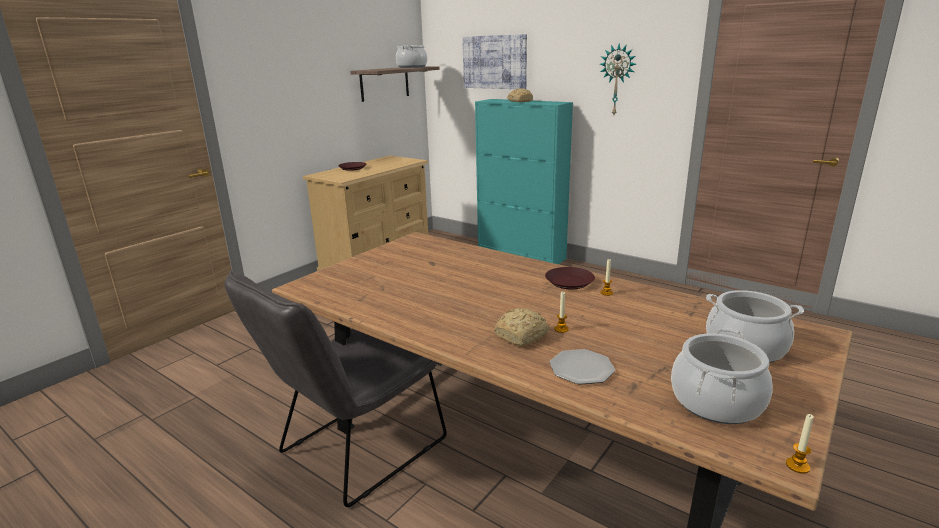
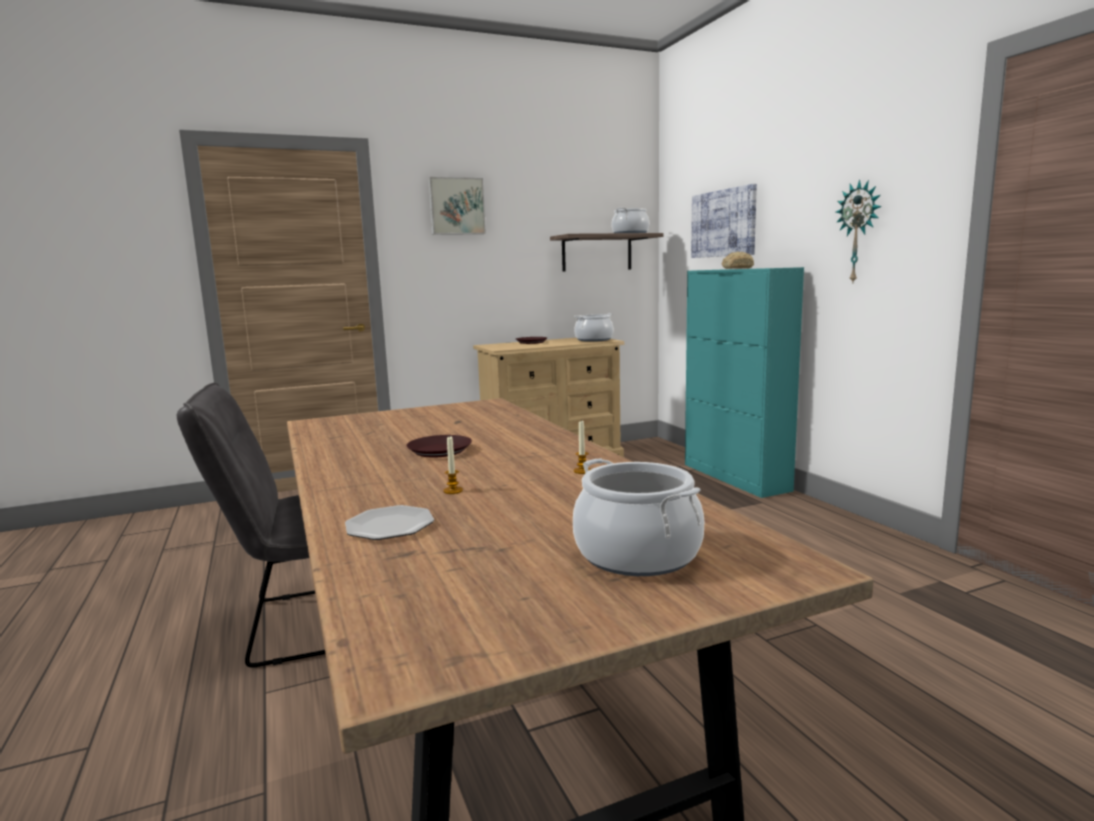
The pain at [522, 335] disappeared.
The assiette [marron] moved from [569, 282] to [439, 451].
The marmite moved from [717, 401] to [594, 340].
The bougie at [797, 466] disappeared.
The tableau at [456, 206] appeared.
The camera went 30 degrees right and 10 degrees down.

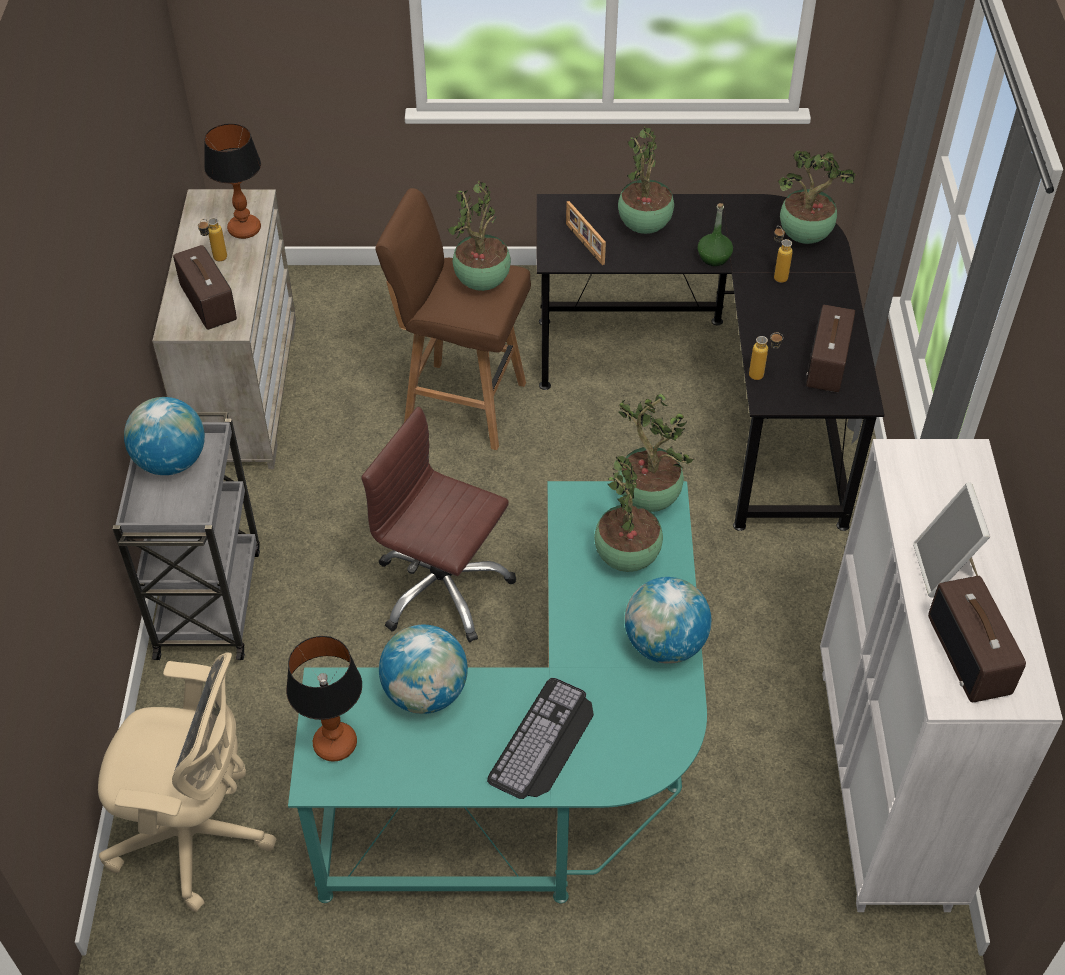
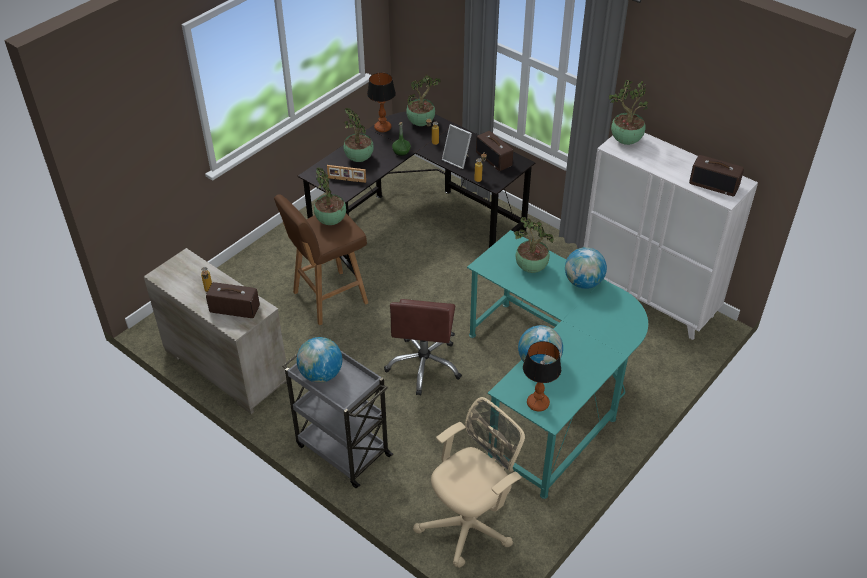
The lampe de table moved from [244, 229] to [382, 128].
The chaise de bureau [marron] at [442, 589] turned 60 degrees counterclockwise.
The clavier at [545, 742] disappeared.
The plante en pot moved from [646, 499] to [625, 141].
The cadre photo moved from [945, 570] to [457, 160].
The camera went 50 degrees left and 5 degrees down.

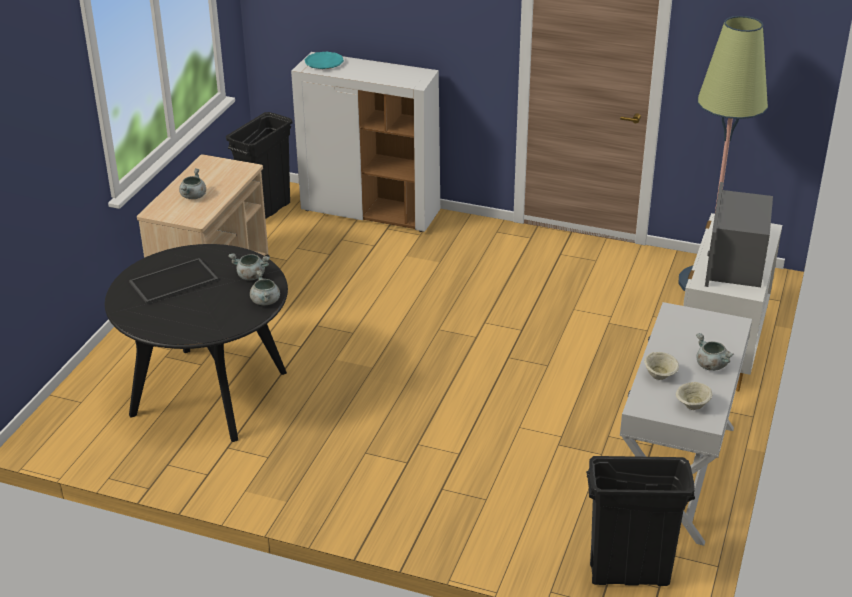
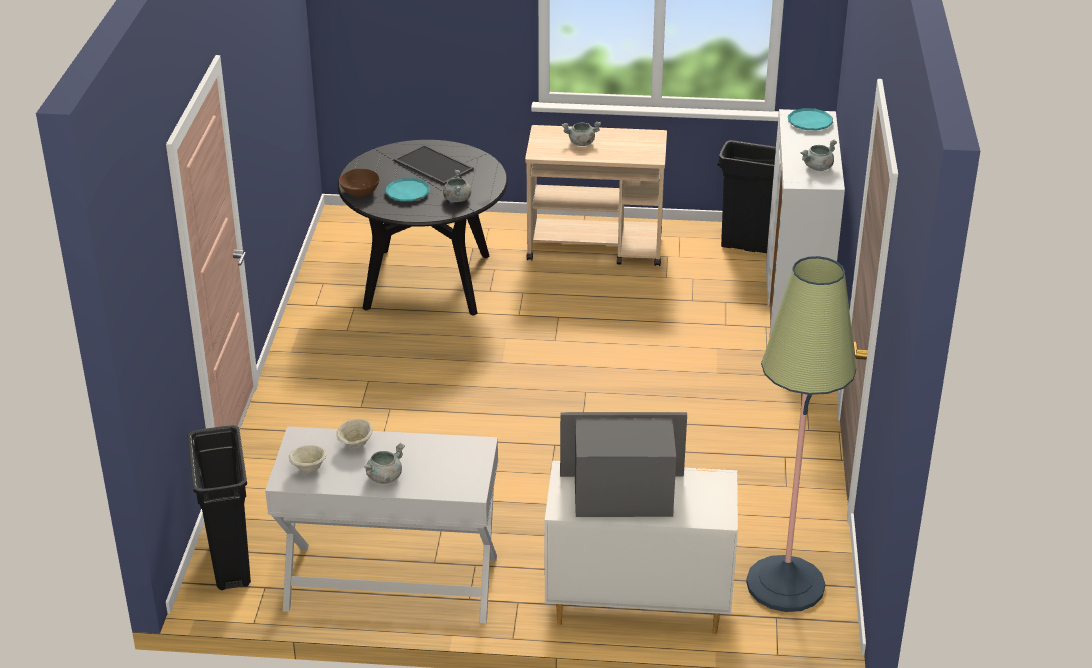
The marmite [gris] moved from [266, 301] to [817, 167].
The bol [marron] at [360, 192] appeared.
The assiette [turquoise] at [407, 193] appeared.
The camera went 75 degrees right and 0 degrees up.

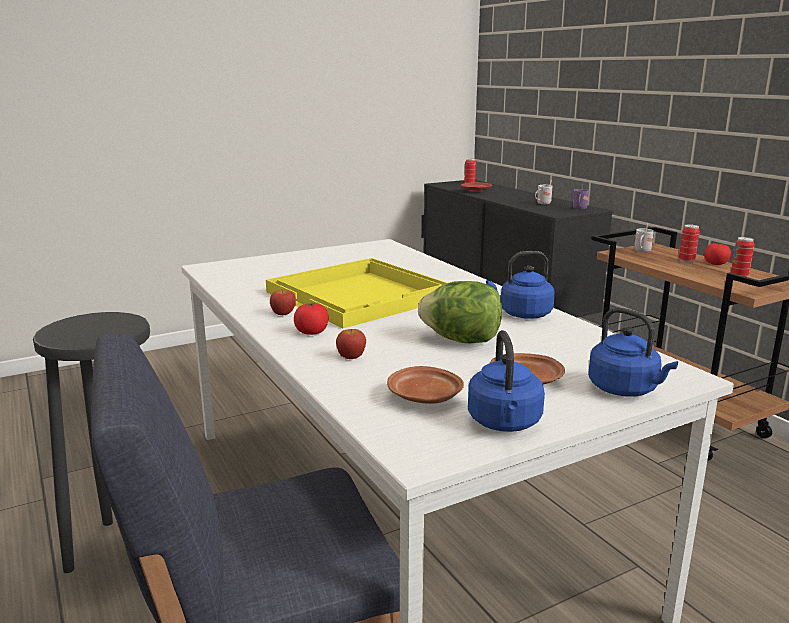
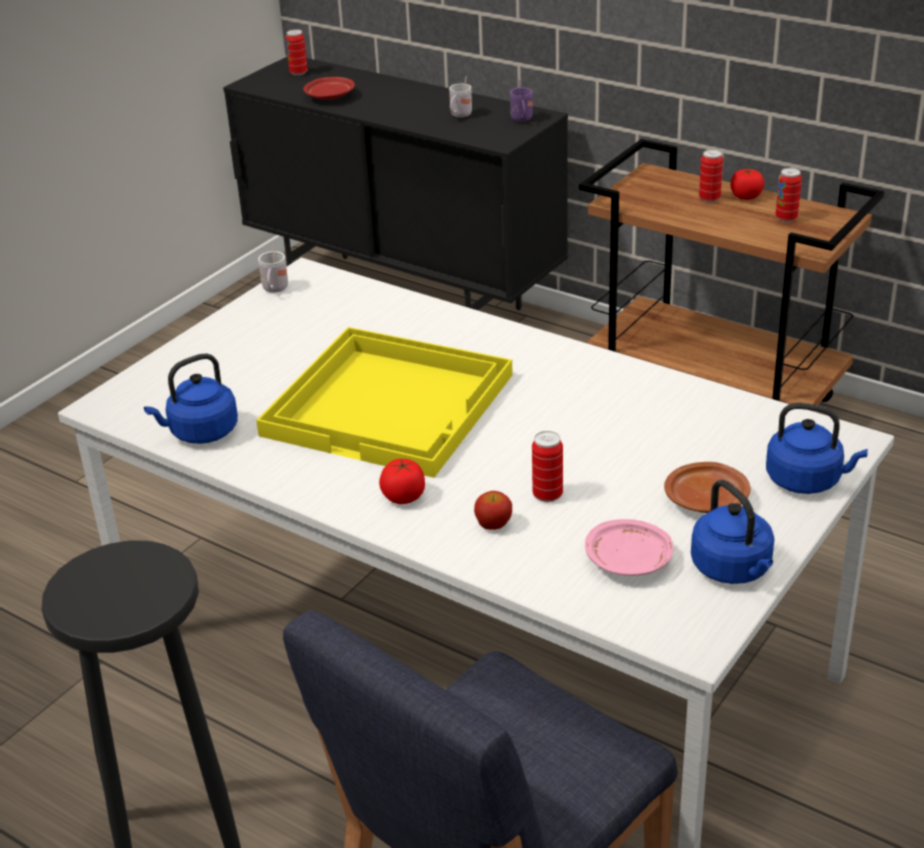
The pomme at [283, 313] disappeared.
The assiette [marron] at [425, 397] became the assiette [rose] at [629, 561].
The laitue at [461, 340] disappeared.
The bouilloire [bleu] moved from [522, 314] to [200, 433].
The mug [blanc] moved from [641, 251] to [274, 290].
The boîte métallique at [547, 495] appeared.
The camera went 25 degrees left and 15 degrees up.

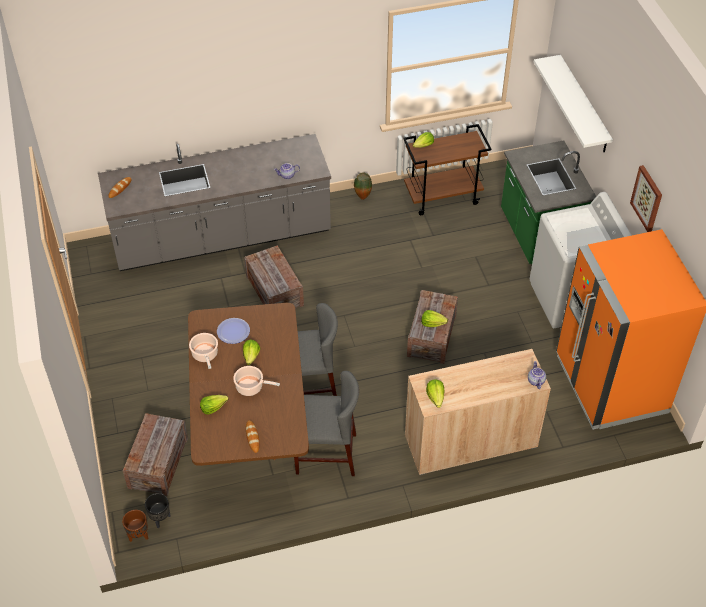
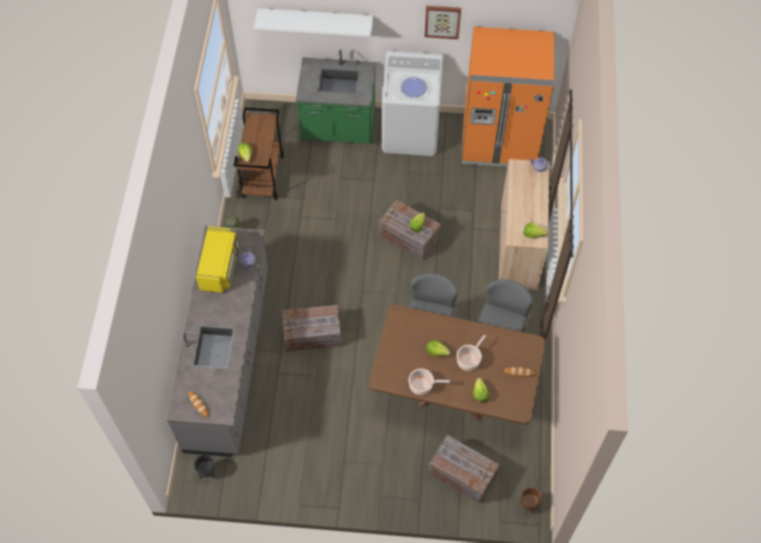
The cache-pot [noir] moved from [160, 519] to [207, 473].
The assiette moved from [233, 331] to [413, 88].
The micro-ondes [jaune] at [220, 267] appeared.
The camera went 70 degrees left and 10 degrees up.

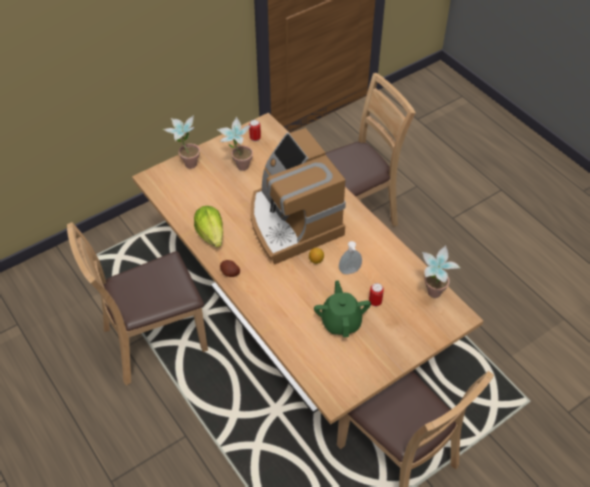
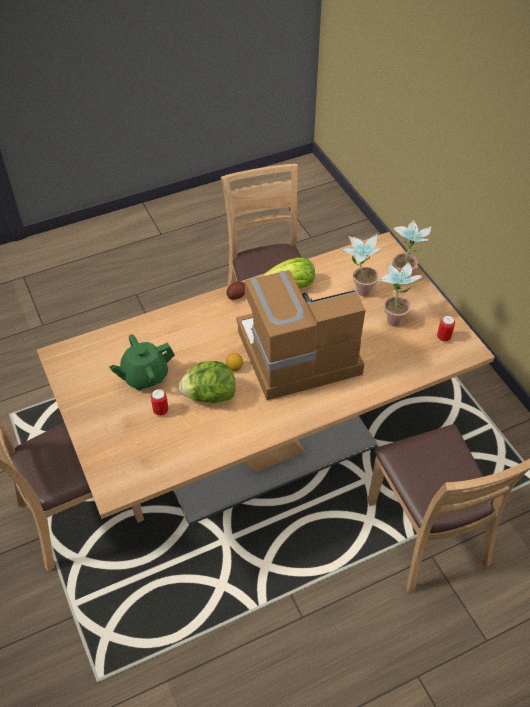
The théière [vert] at [341, 322] turned 150 degrees clockwise.
The distributeur de savon at [350, 272] was replaced by the laitue at [209, 395].
The plante en pot moved from [432, 296] to [359, 289].
The camera went 100 degrees right and 0 degrees up.

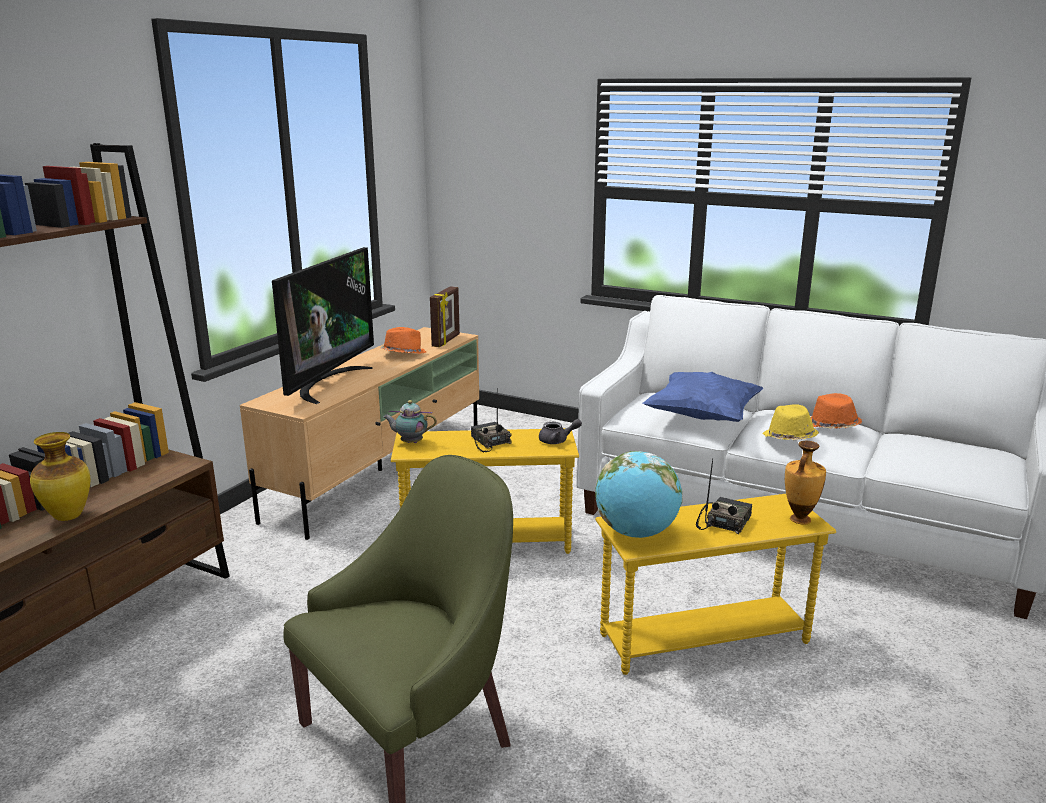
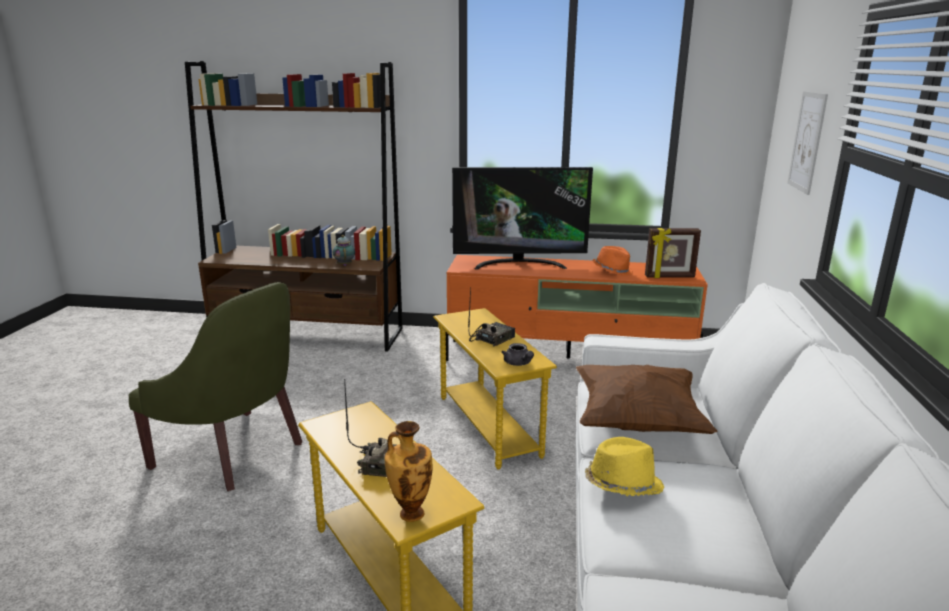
The vase at [69, 516] disappeared.
The meuble télé [beige] at [381, 469] became the meuble télé [orange] at [569, 358].
The théière moved from [410, 442] to [345, 265].
The globe at [636, 533] disappeared.
The coussin [bleu] at [702, 417] became the coussin [marron] at [637, 421].
The chapeau [orange] at [832, 427] disappeared.
The tableau at [807, 142] appeared.
The camera went 70 degrees right and 0 degrees up.

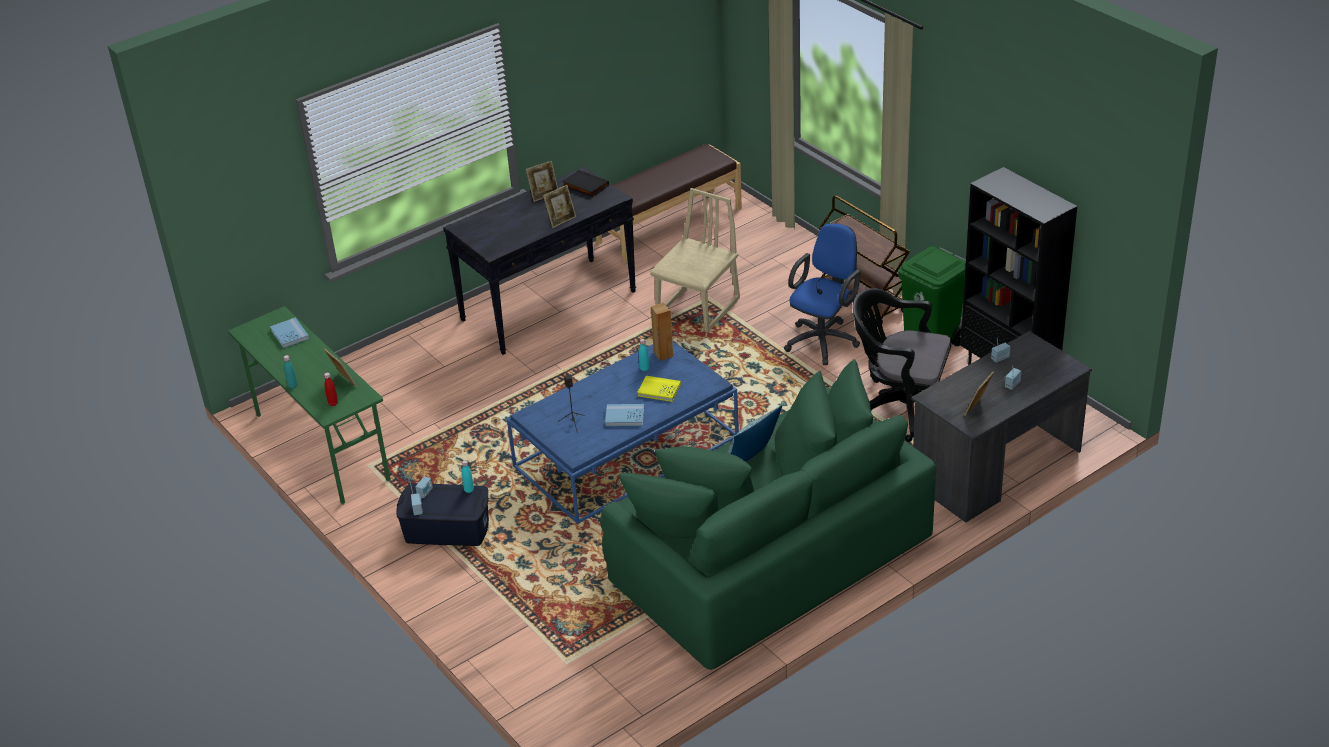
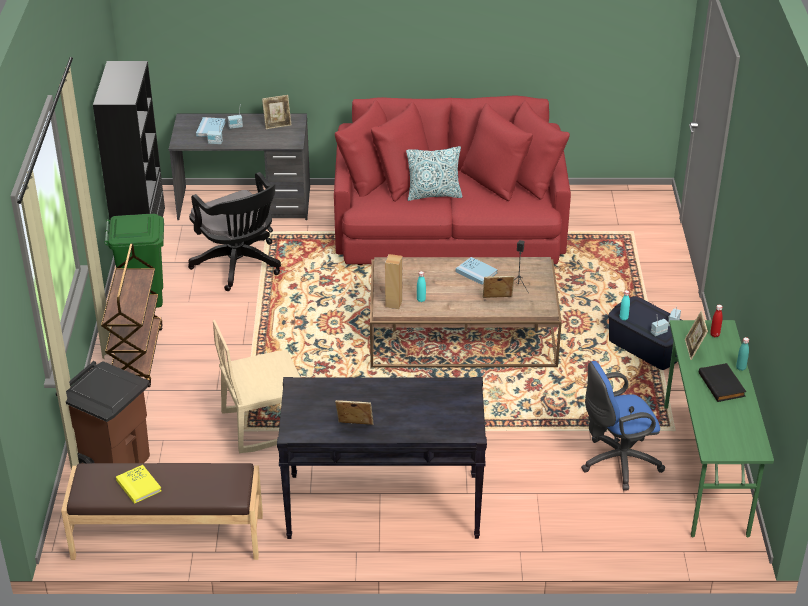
The livre [bleu] moved from [289, 334] to [211, 129].
The table basse [bleu] at [626, 452] became the table basse [marron] at [463, 334].
The cadre photo moved from [561, 220] to [497, 300].
The livre [noir] moved from [585, 186] to [722, 385].
The canapé [vert] at [765, 556] became the canapé [rouge] at [450, 227].
The livre [jaune] moved from [659, 390] to [138, 485].
The chaise de bureau [bleu] moved from [824, 339] to [616, 463].
The poubelle [marron] at [114, 462] appeared.
The camera went 145 degrees left and 0 degrees up.

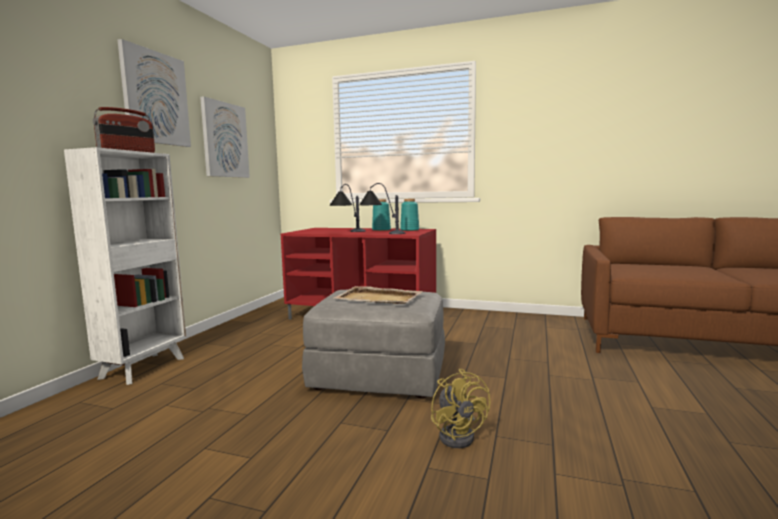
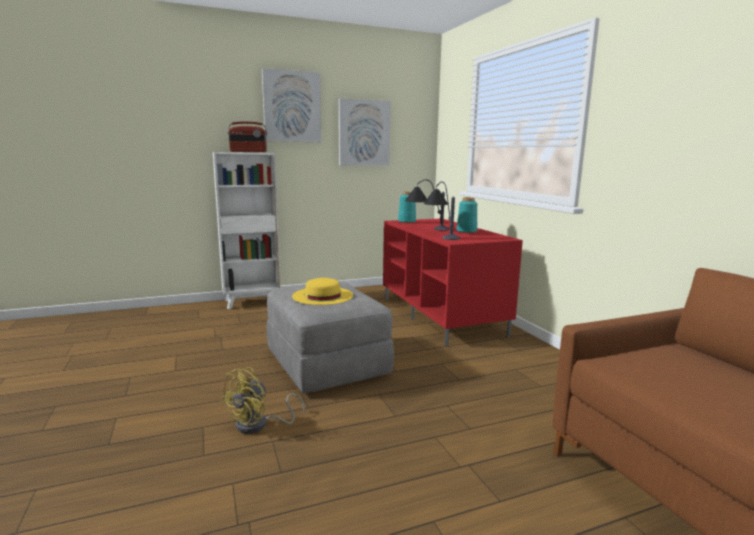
The plateau [beige] at [379, 298] was replaced by the chapeau [jaune] at [322, 295].
The vase [turquoise] moved from [410, 230] to [407, 221].
The camera went 50 degrees right and 5 degrees up.

